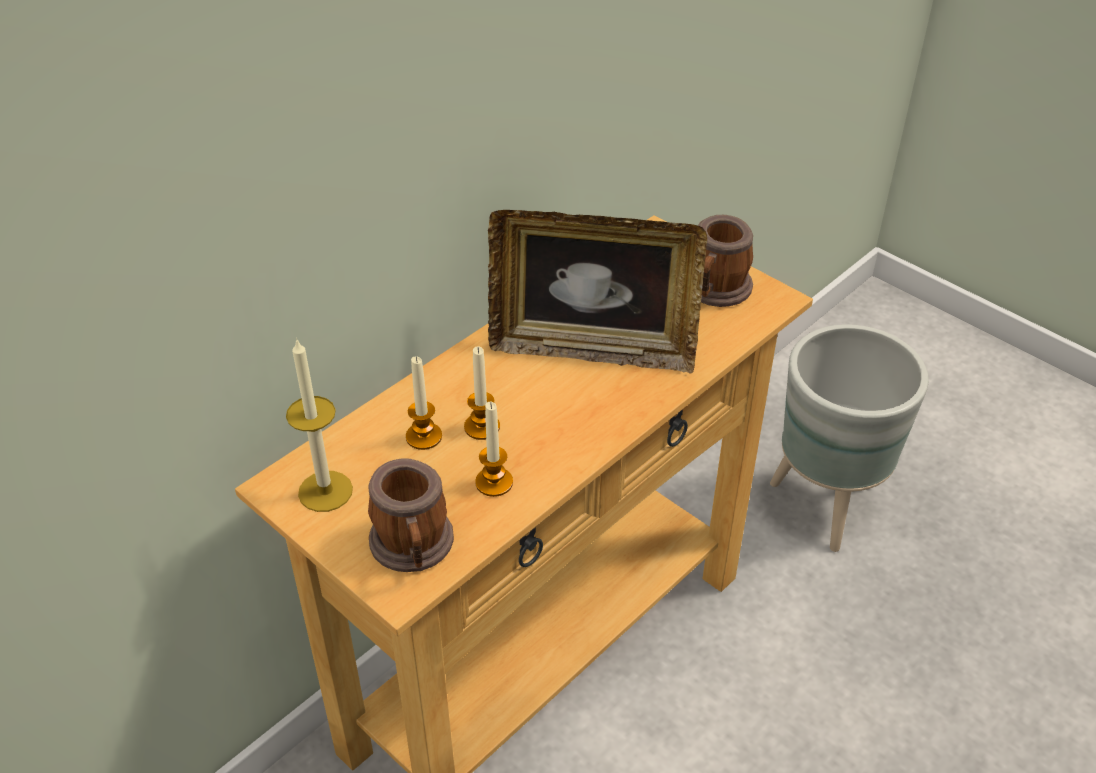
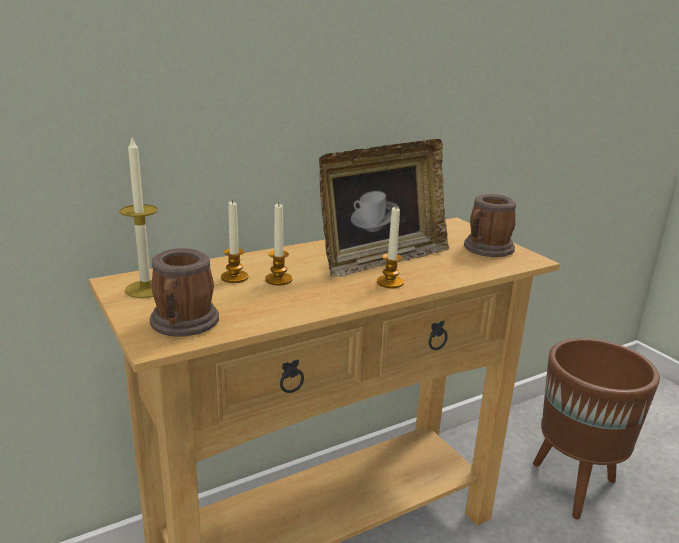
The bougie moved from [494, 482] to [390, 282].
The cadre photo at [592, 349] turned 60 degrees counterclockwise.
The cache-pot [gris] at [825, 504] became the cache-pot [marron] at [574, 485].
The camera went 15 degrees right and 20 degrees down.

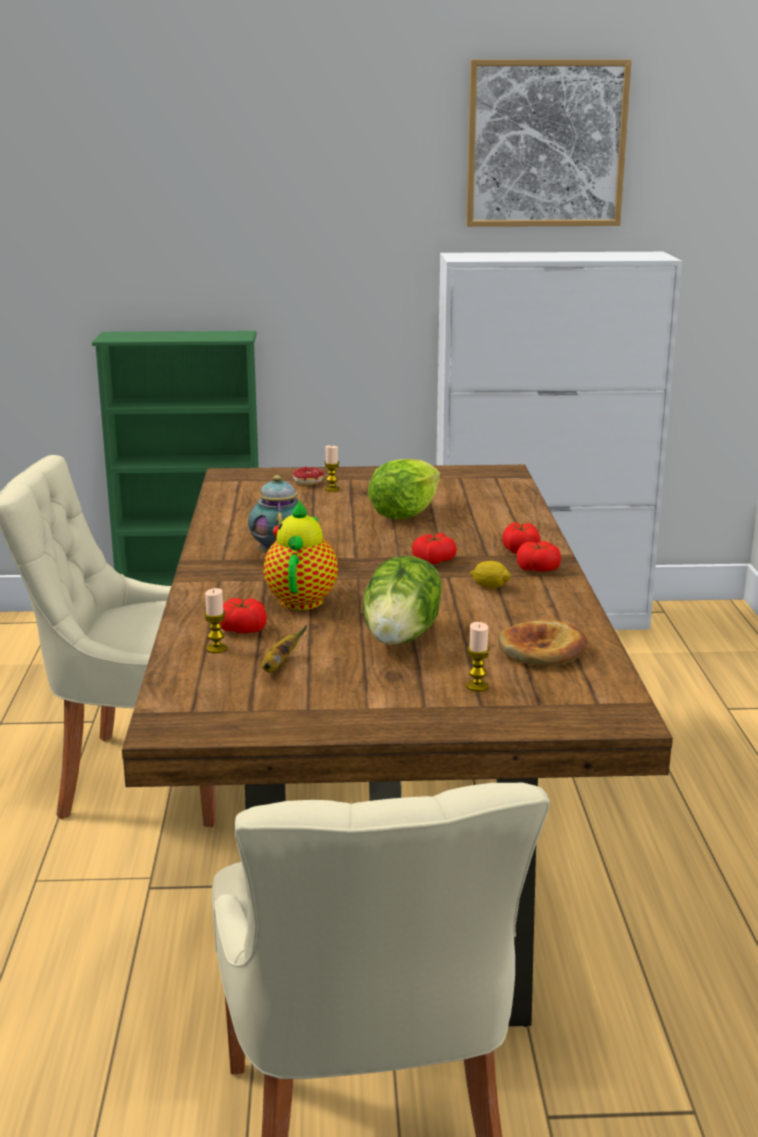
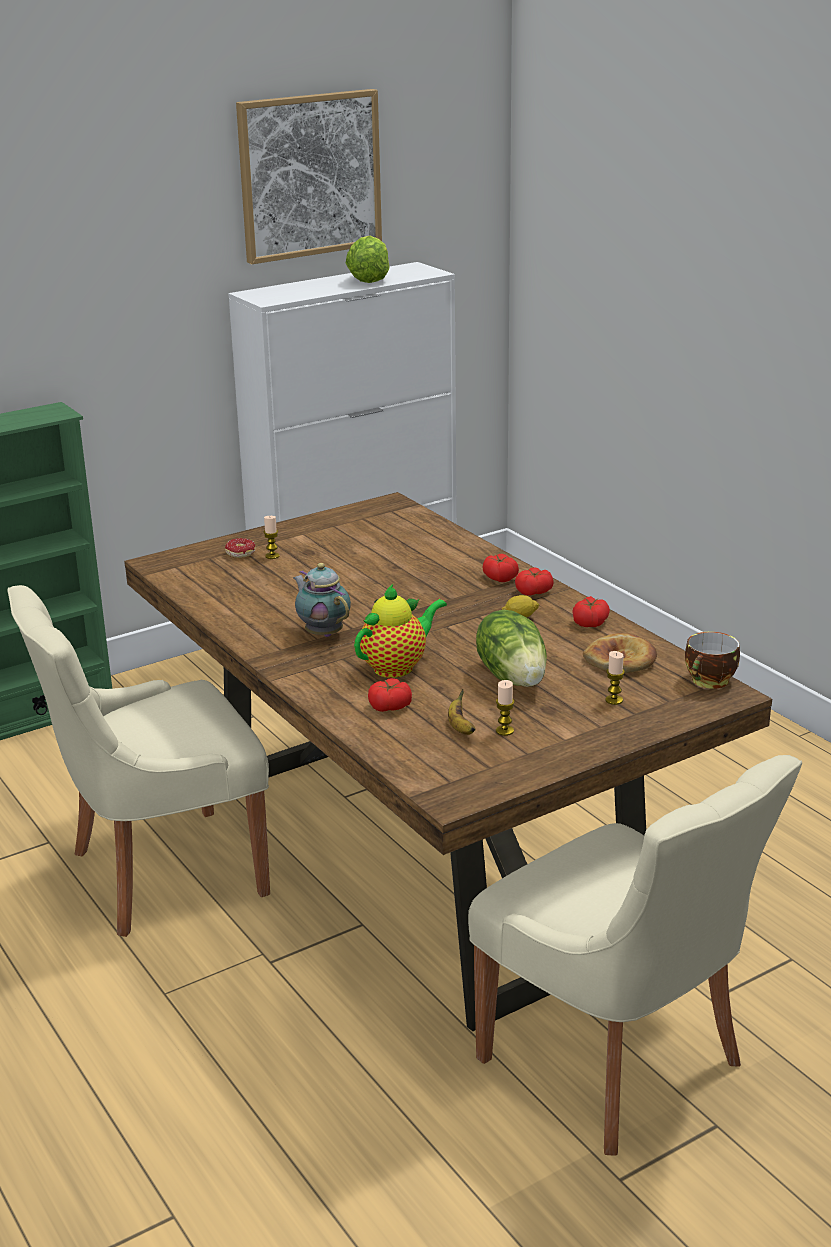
The bougie moved from [216, 648] to [504, 731].
The théière at [302, 599] turned 75 degrees clockwise.
The laitue moved from [404, 513] to [369, 279].
The tomate moved from [433, 560] to [590, 622].
The tasse at [710, 681] appeared.
The camera went 30 degrees left and 5 degrees up.

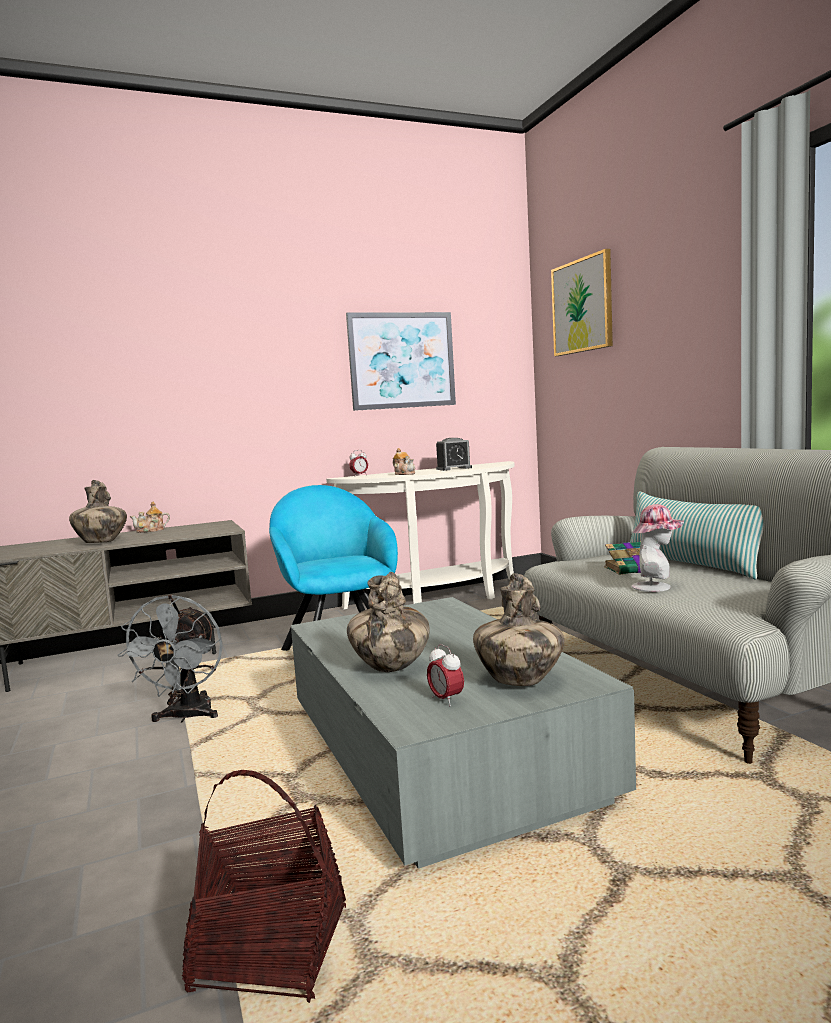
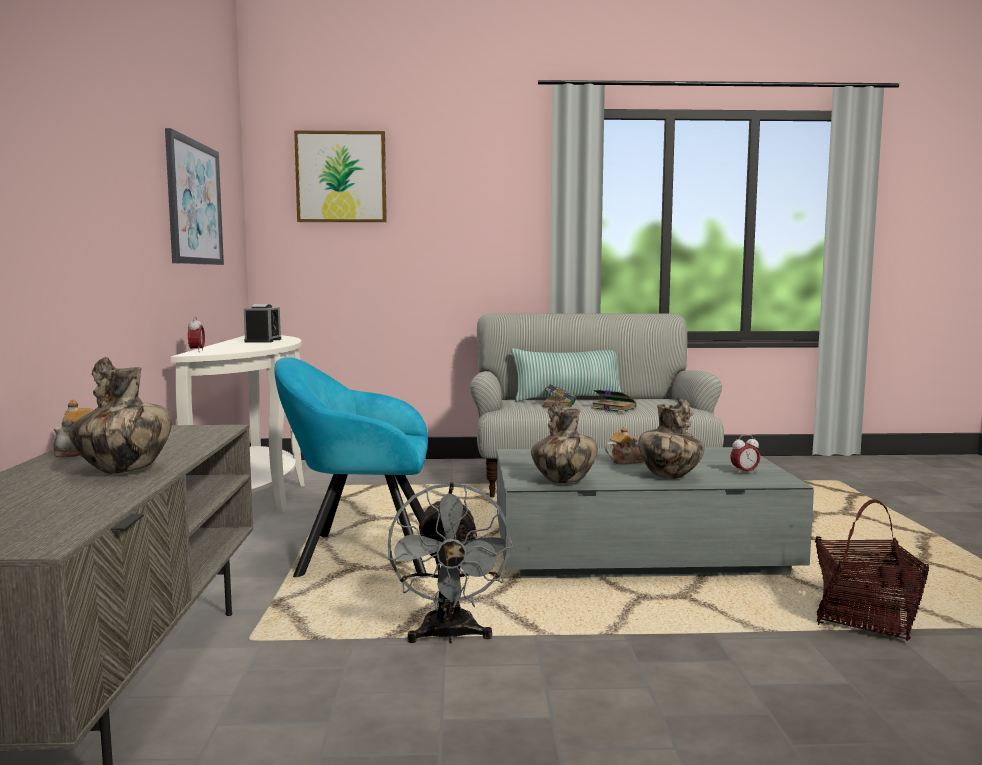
The ventilateur [gris] at [186, 717] turned 60 degrees clockwise.
The théière moved from [404, 474] to [626, 461].
The vase moved from [519, 681] to [564, 481].
The chapeau at [656, 587] was replaced by the livre at [612, 408].
The camera went 70 degrees left and 0 degrees up.

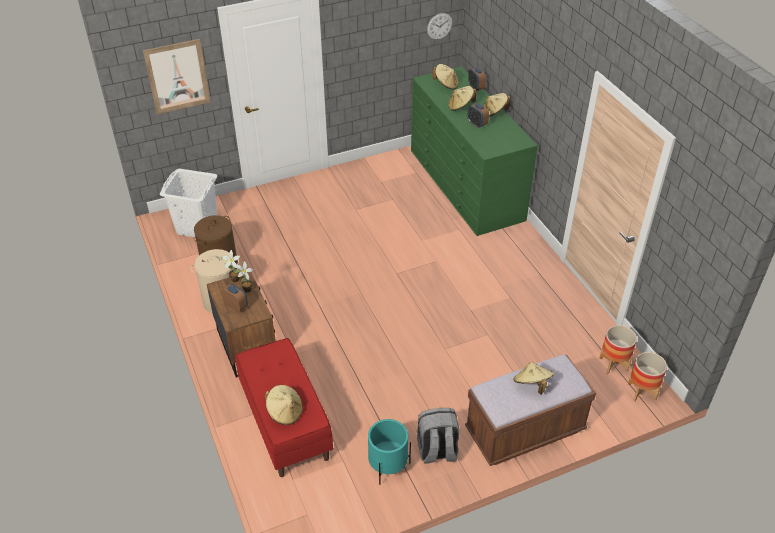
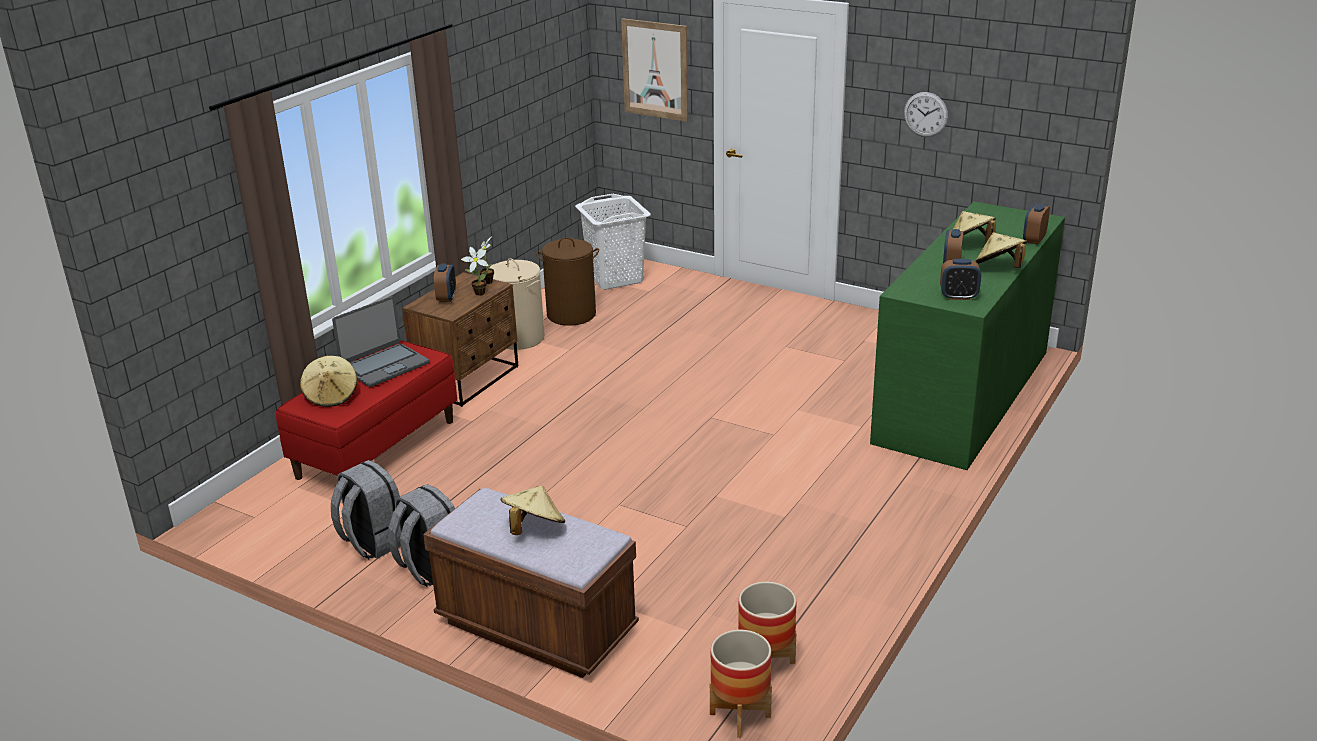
The cache-pot [turquoise] at [388, 466] was replaced by the sac à dos [gris] at [373, 541].
The horloge murale moved from [439, 26] to [925, 114].
The chapeau [beige] at [446, 84] disappeared.
The ordinateur portable at [384, 366] appeared.
The réveil at [958, 296] appeared.
The camera went 55 degrees right and 15 degrees down.

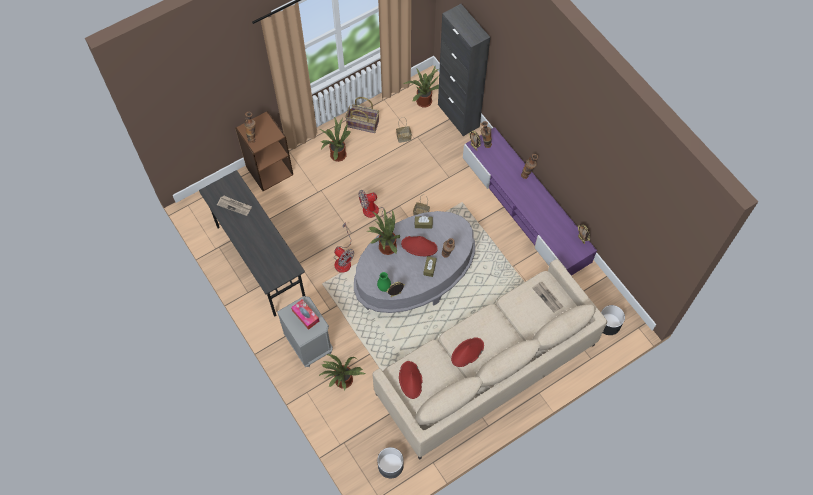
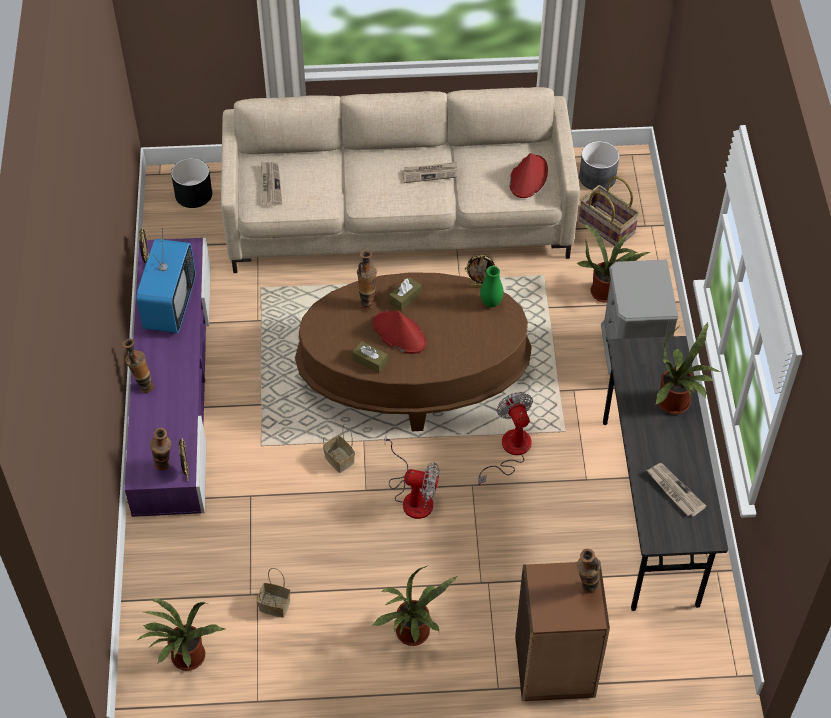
The boîte à mouchoirs at [305, 316] disappeared.
The panier moved from [363, 123] to [605, 227].
The table basse [gris] at [414, 275] became the table basse [marron] at [413, 376].
The plante en pot moved from [385, 247] to [676, 404].
The meuble de rangement [noir] at [458, 116] disappeared.
The chapeau [rouge] at [467, 352] was replaced by the journal at [430, 173].
The téléviseur at [169, 305] appeared.
The camera went 150 degrees left and 10 degrees down.

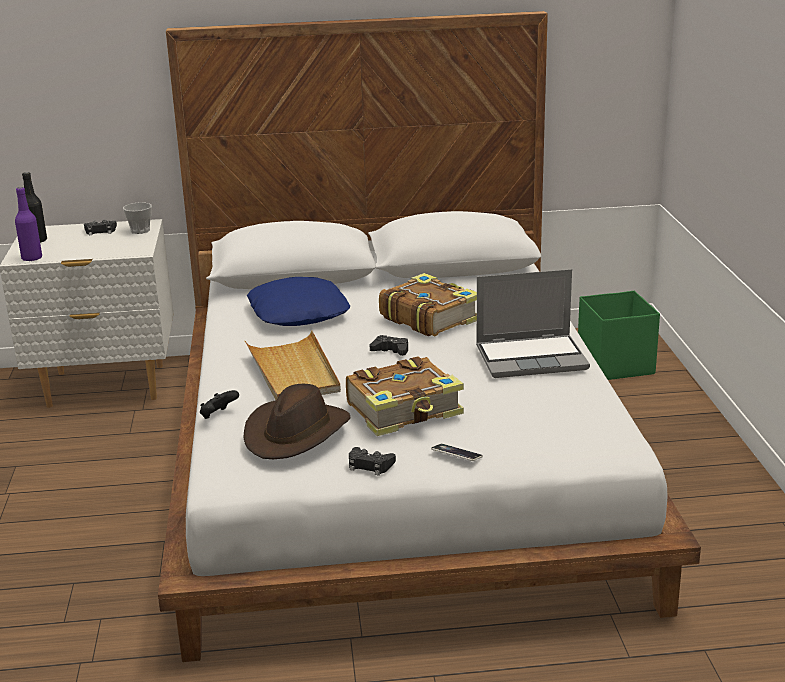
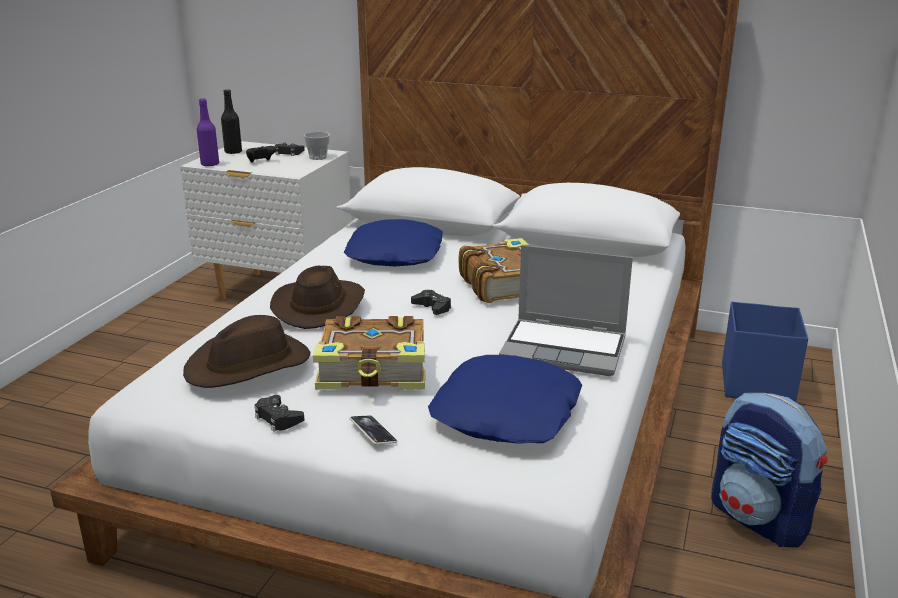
The manette [noir] moved from [218, 416] to [261, 162].
The plateau [beige] at [293, 371] was replaced by the chapeau [marron] at [319, 306].
The boîte de rangement [vert] at [615, 364] became the boîte de rangement [bleu] at [757, 384].
The coussin [bleu] at [507, 413] appeared.
The sac à dos at [760, 519] appeared.
The camera went 25 degrees right and 0 degrees up.

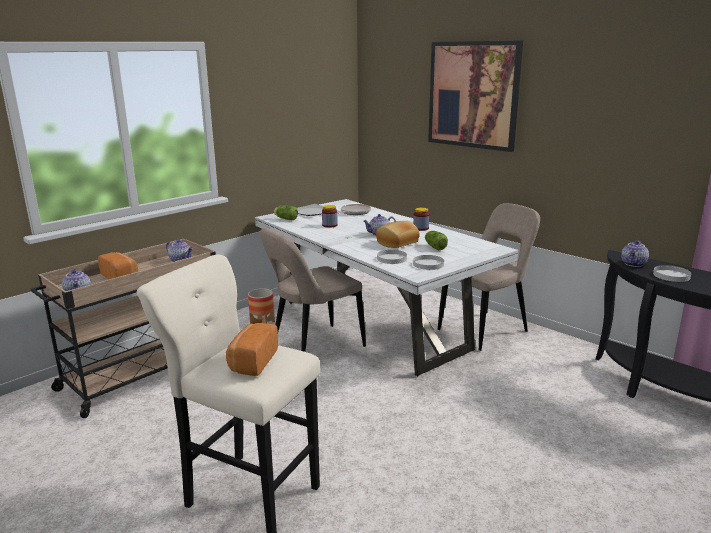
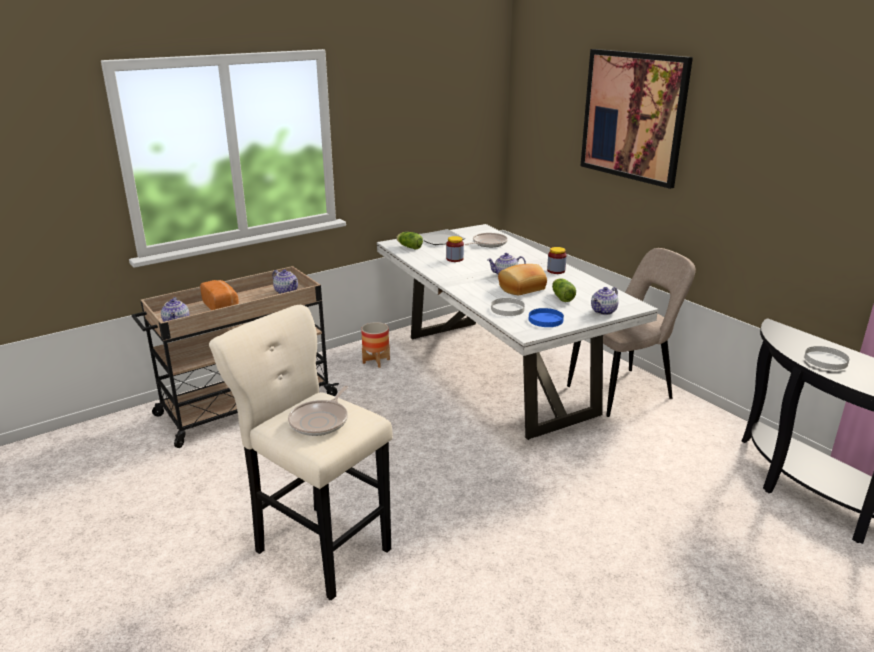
The pain at [252, 362] was replaced by the poêle at [321, 421].
The chaise [beige] at [314, 348] disappeared.
The assiette [blanc] at [428, 264] became the assiette [bleu] at [546, 320].
The théière moved from [634, 264] to [604, 312].
The camera went 10 degrees right and 5 degrees up.

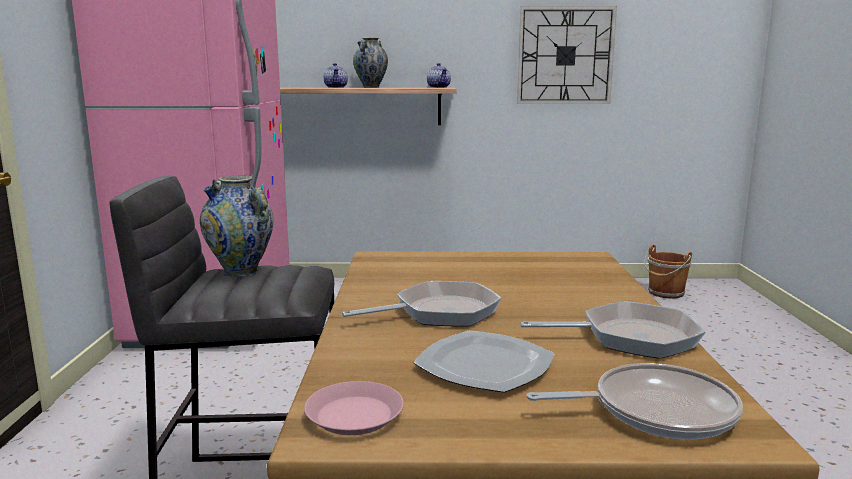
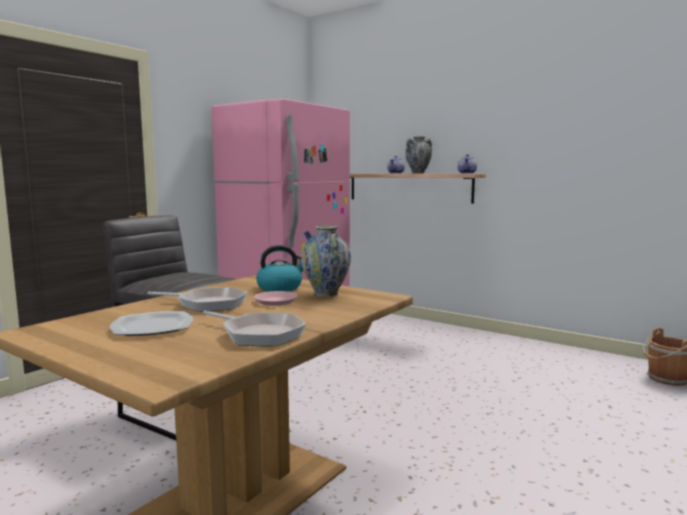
The vase moved from [241, 272] to [326, 294].
The assiette [rose] moved from [354, 416] to [275, 301].
The horloge murale at [565, 56] disappeared.
The poêle at [655, 411] disappeared.
The bouilloire at [280, 288] appeared.
The camera went 35 degrees right and 5 degrees down.

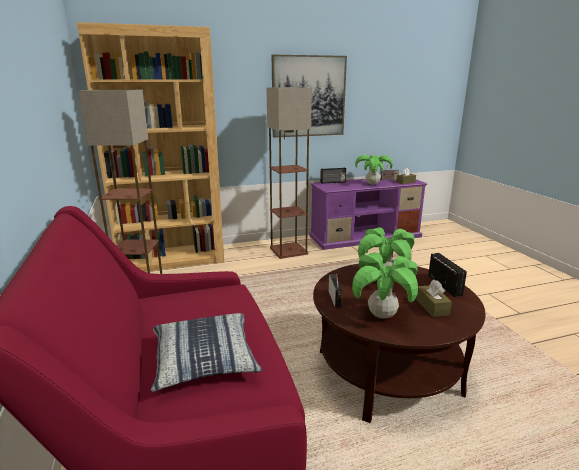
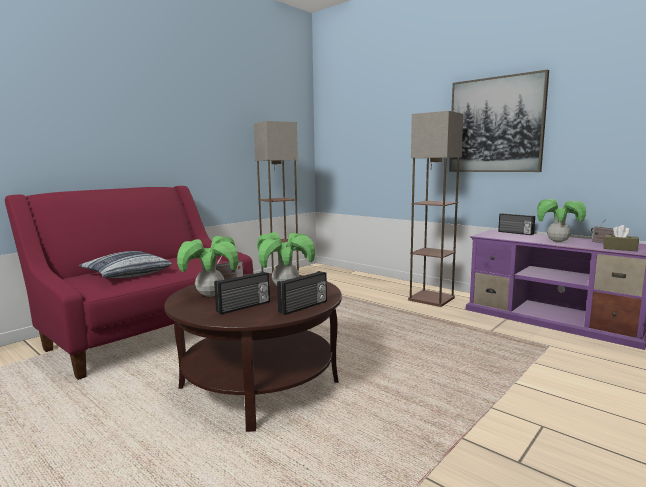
The bibliothèque [marron] at [172, 260] disappeared.
The boîte à mouchoirs [marron] at [432, 307] was replaced by the radio at [244, 307].
The camera went 60 degrees right and 10 degrees down.

